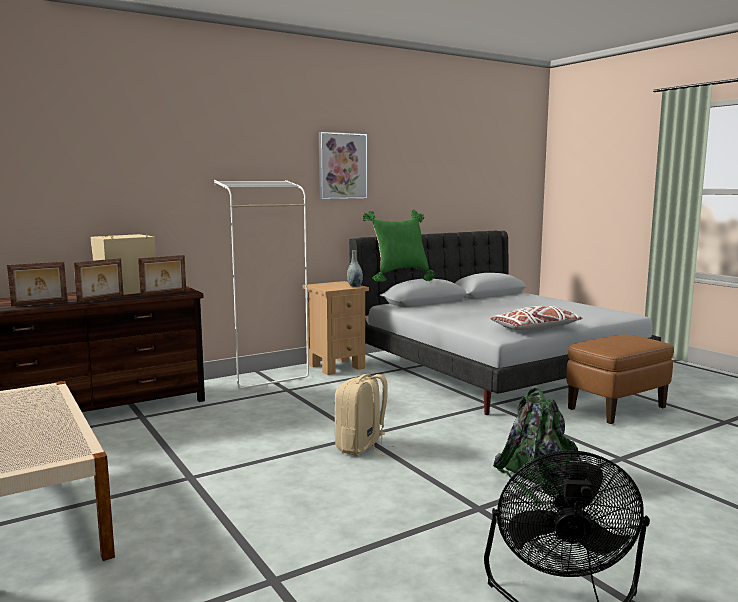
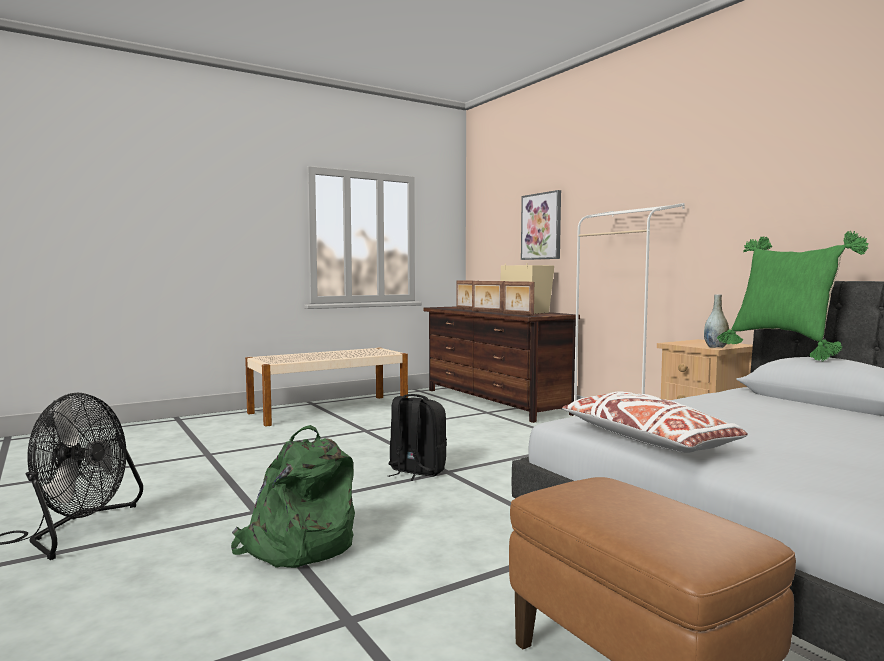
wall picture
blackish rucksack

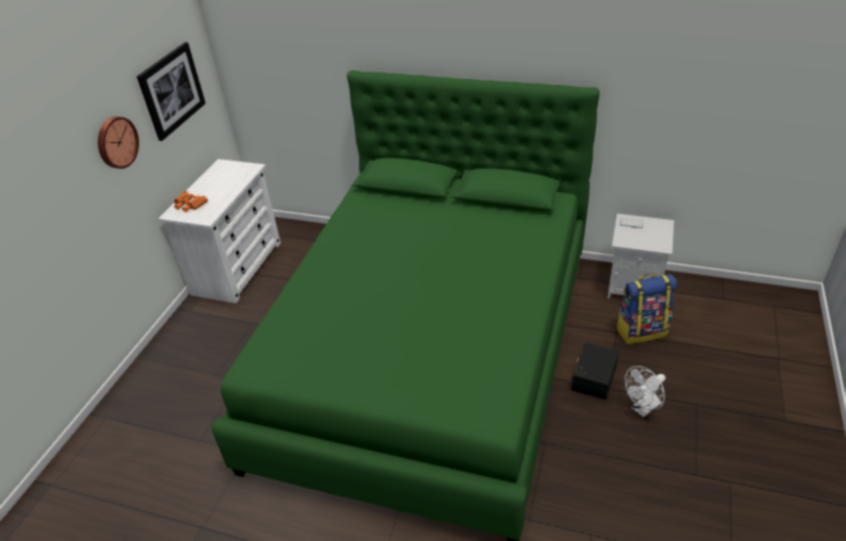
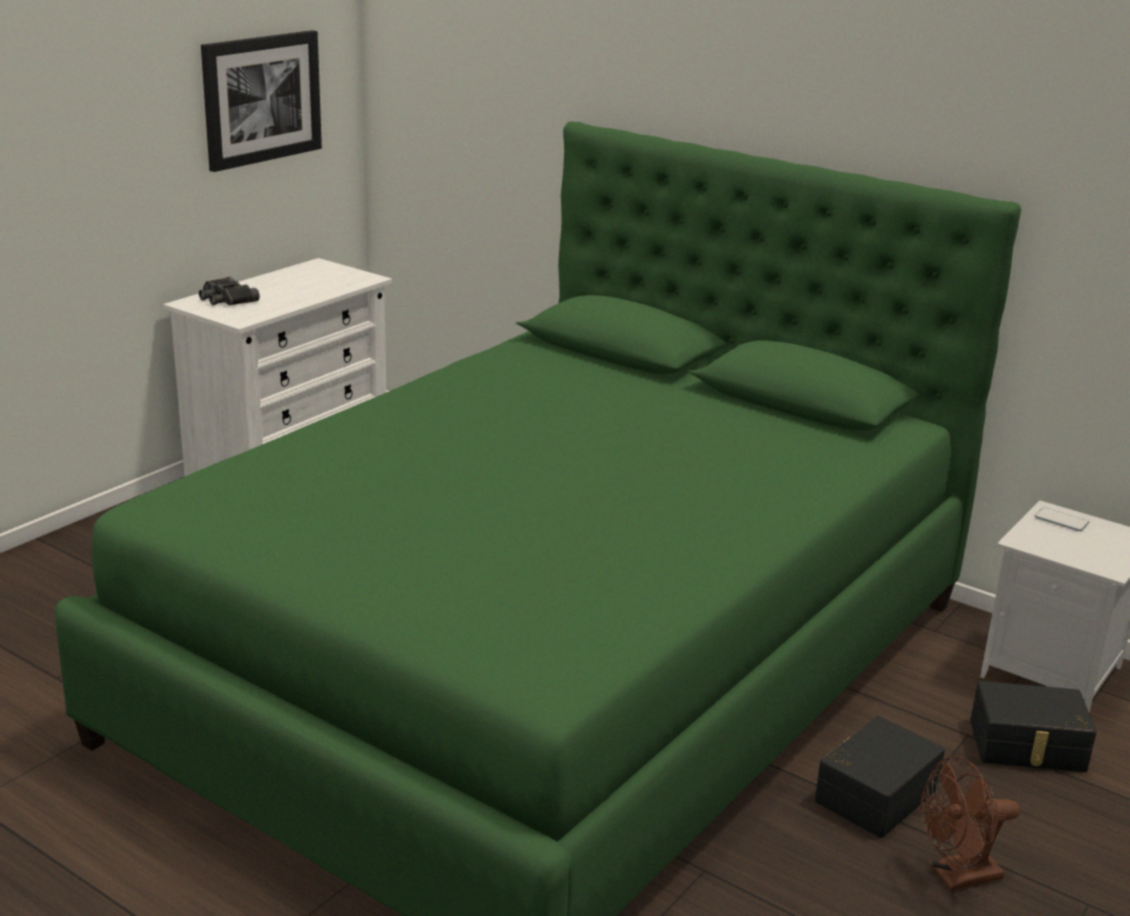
clock on the wall
blackish storage container (no. 2 from left)
blackish pair of binoculars
brown-coloured cooling fan

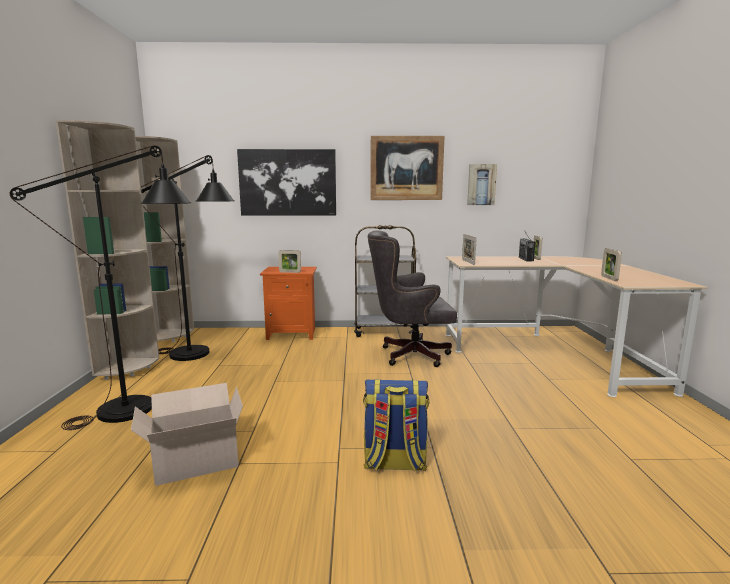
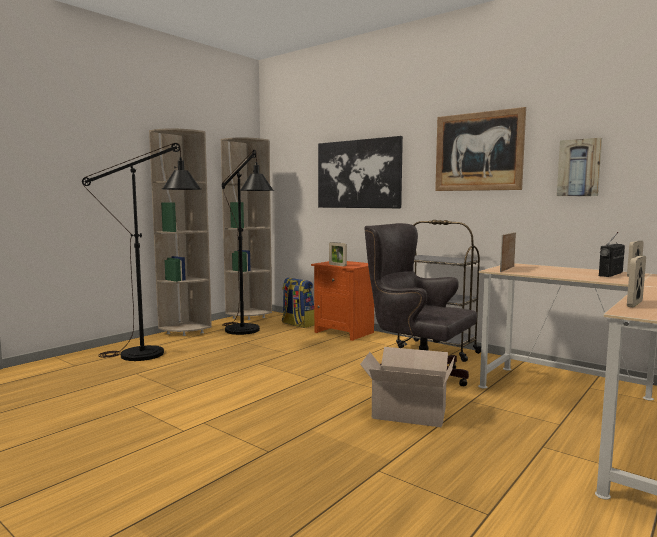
cardboard box
rucksack

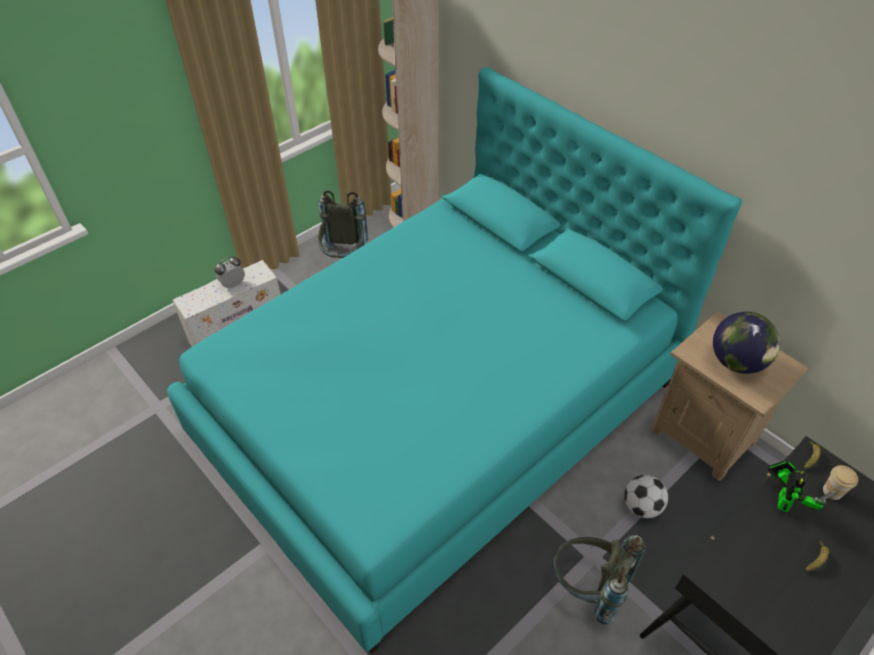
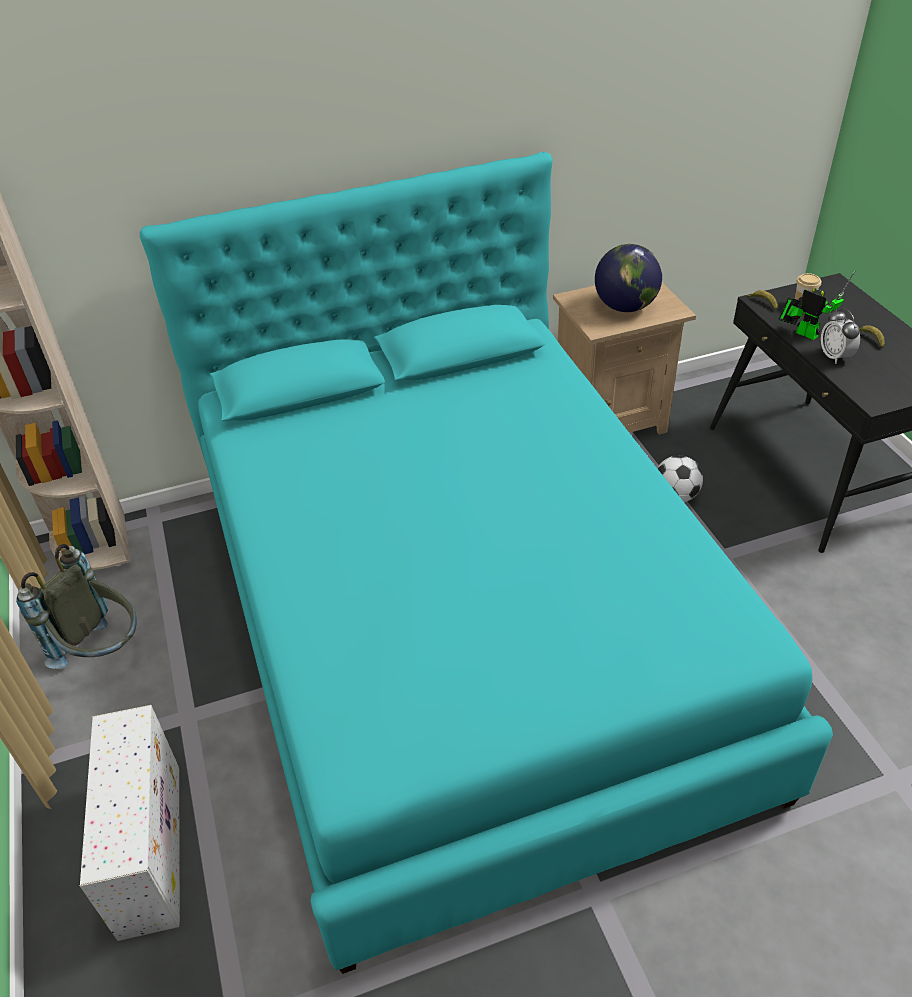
grey rucksack (no. 2 from left in the first image)
bedside clock

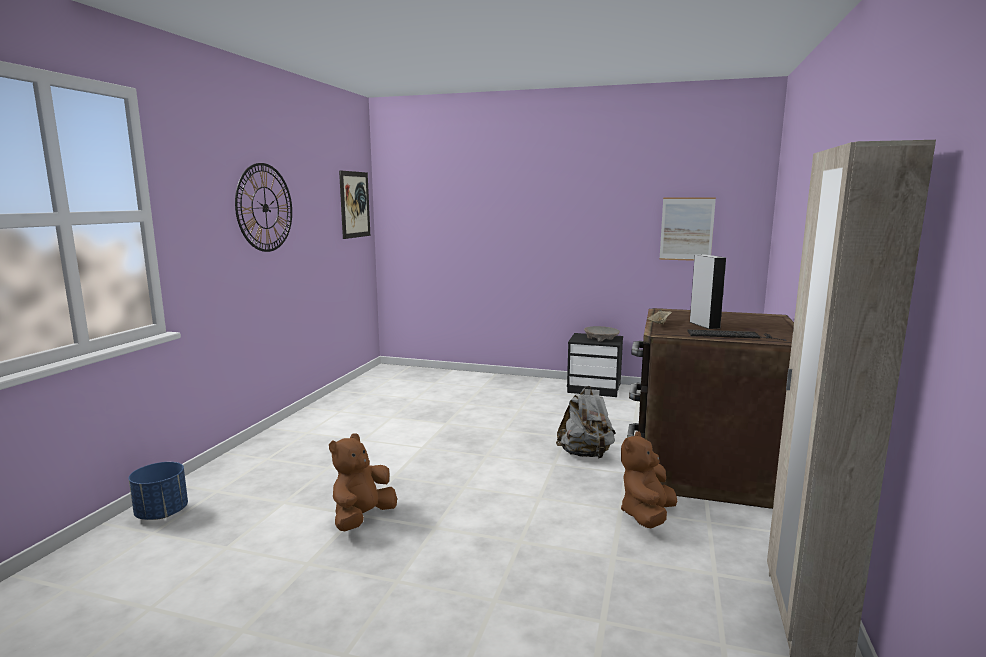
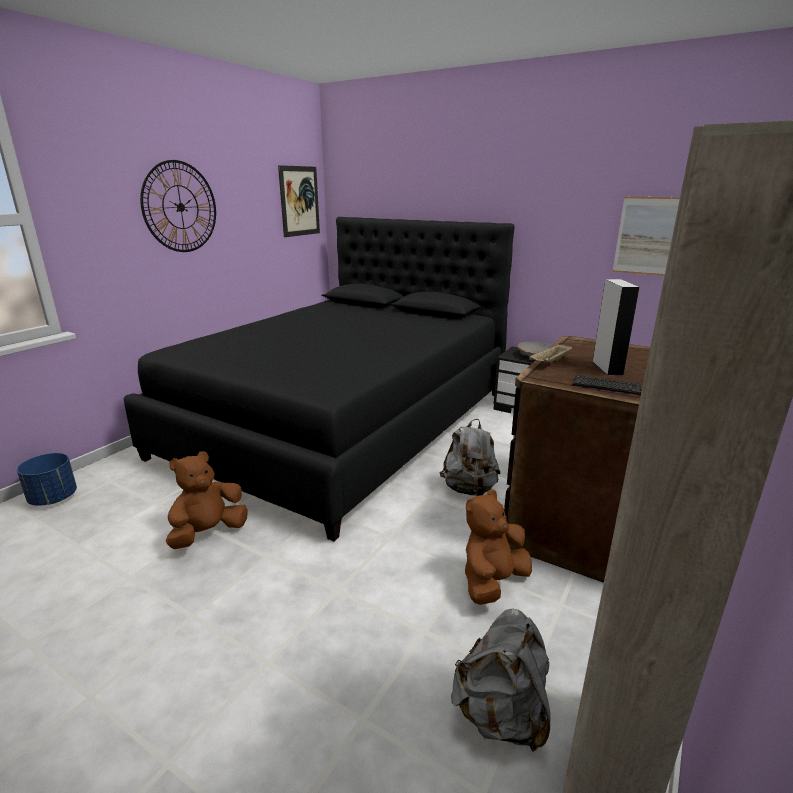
blackish bedroom bed
grey rucksack (no. 2 from left)

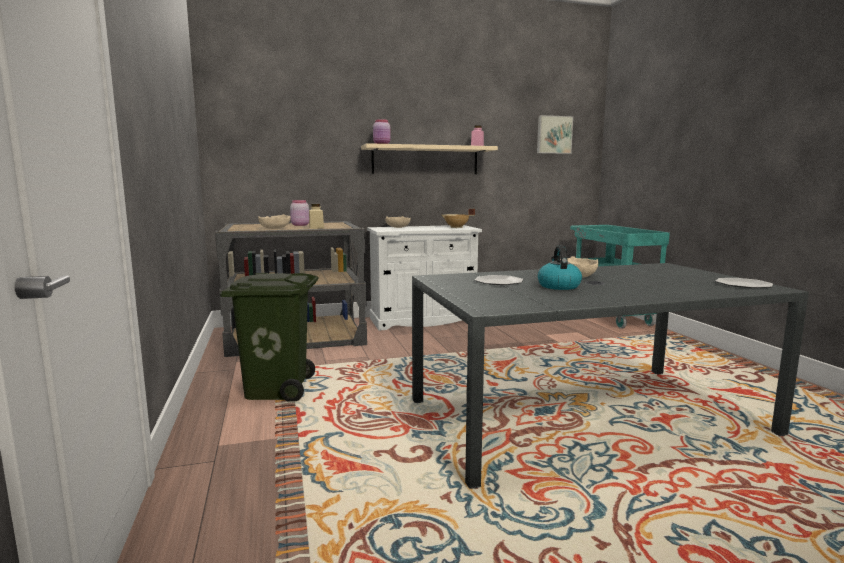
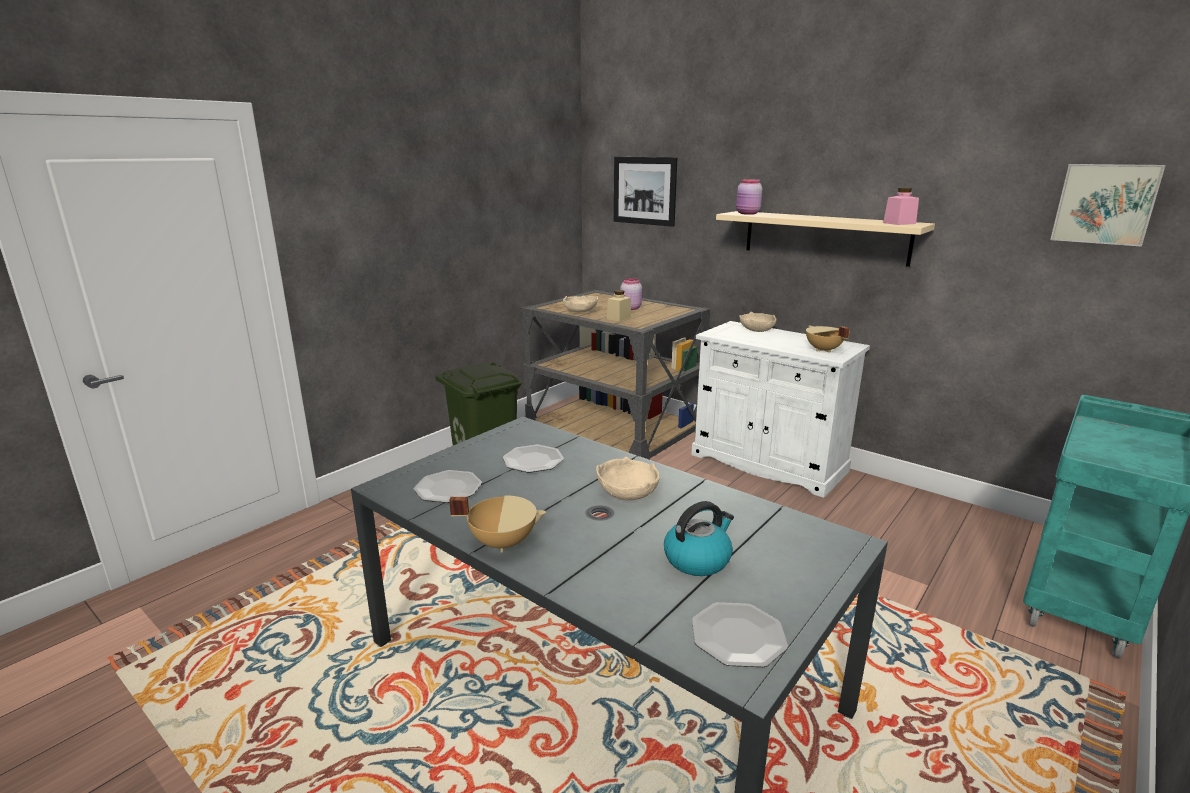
dinner plate (no. 1 from left)
beige saucepot (no. 1 from left)
wall picture (no. 1 from left)
kettle

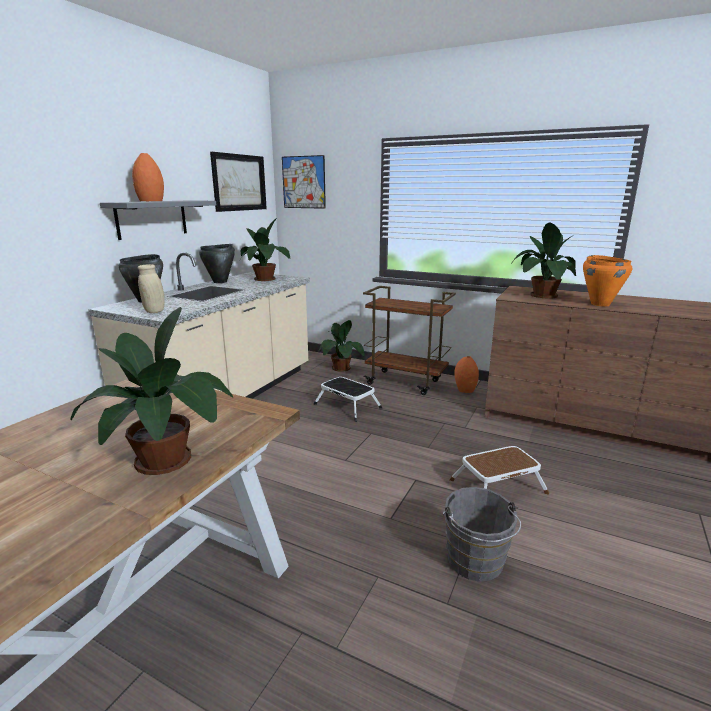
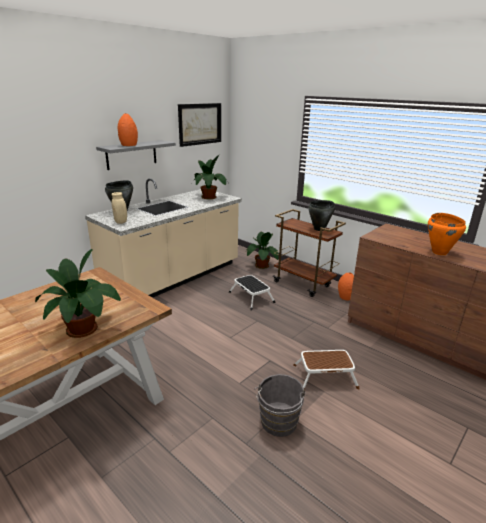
wall picture (no. 2 from left in the first image)
plant in a pot (no. 4 from left in the first image)
blackish saucepot (no. 2 from left)

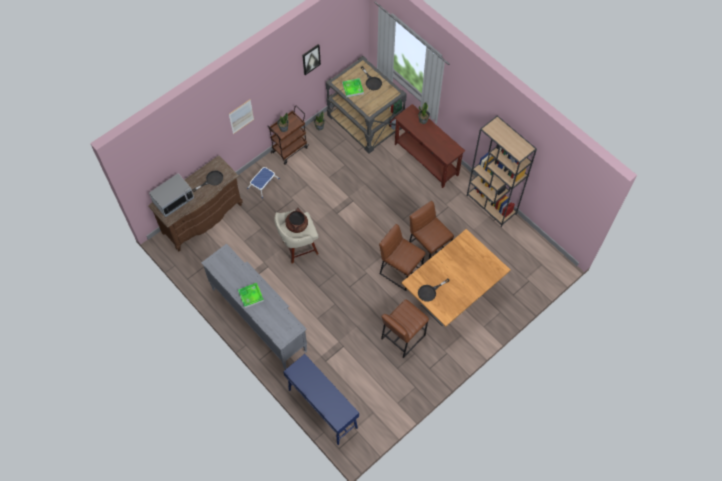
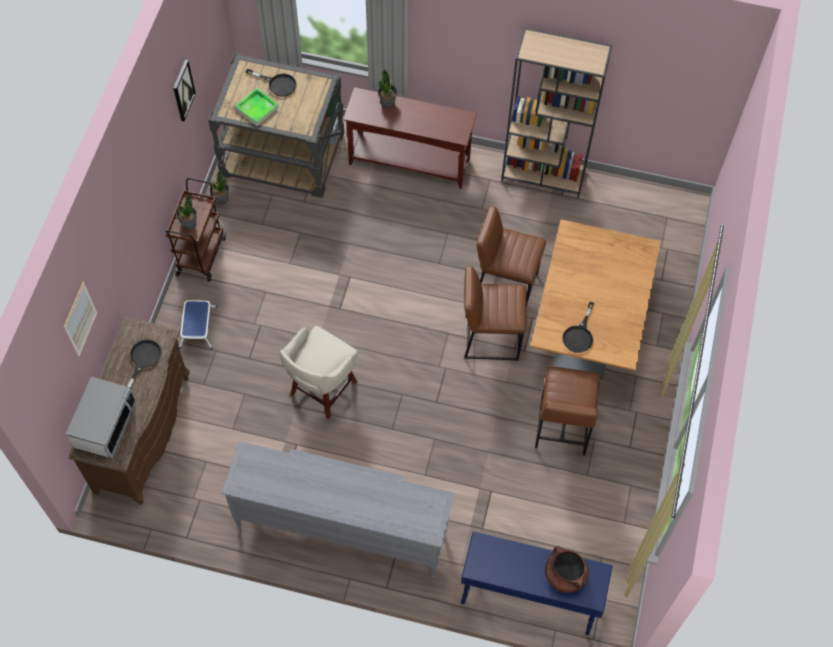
tray (no. 1 from left in the first image)
wall picture (no. 1 from left)
brown-coloured saucepot

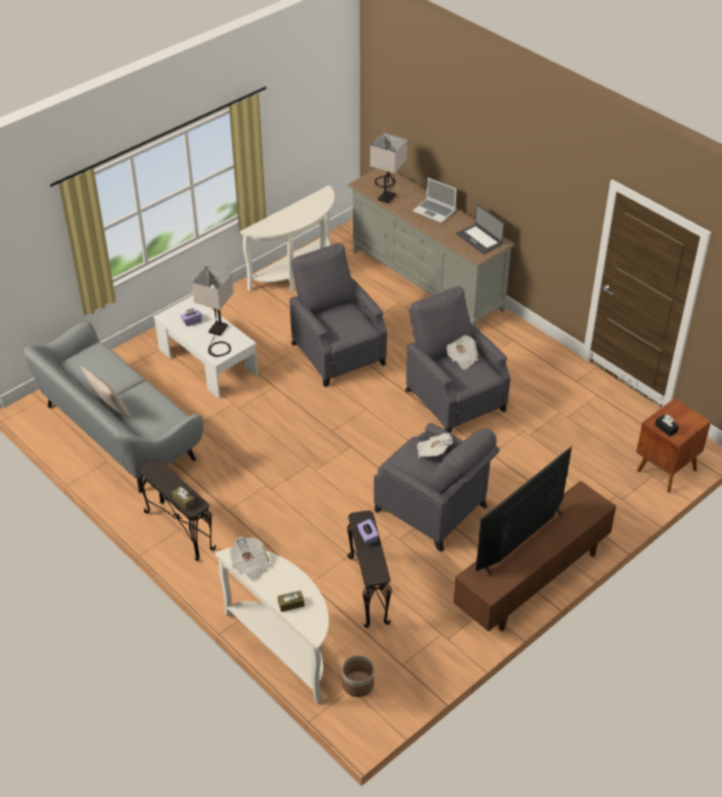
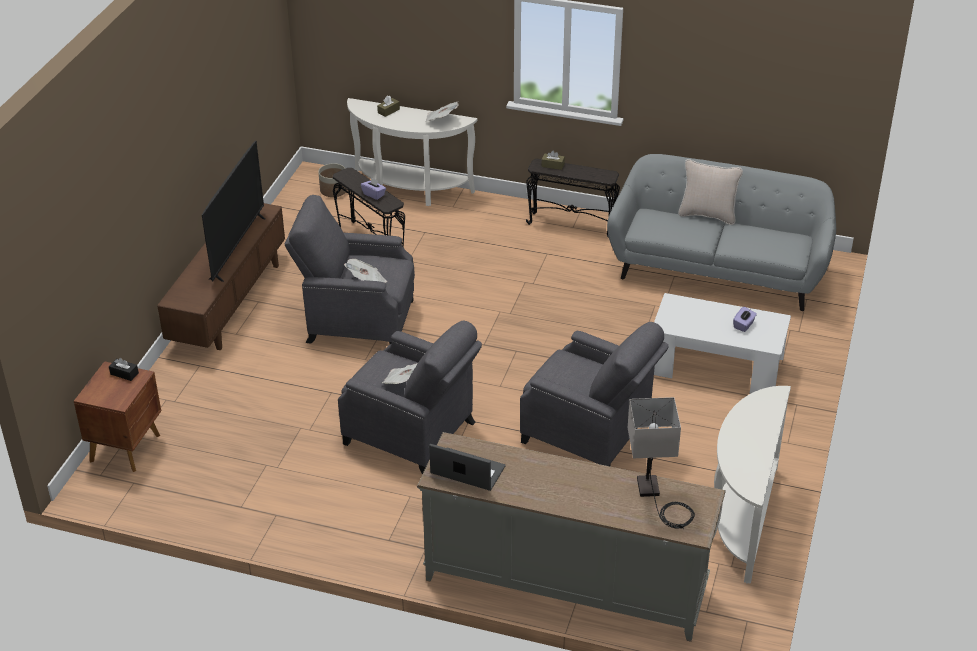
table lamp (no. 1 from left in the first image)
portable computer (no. 1 from left in the first image)

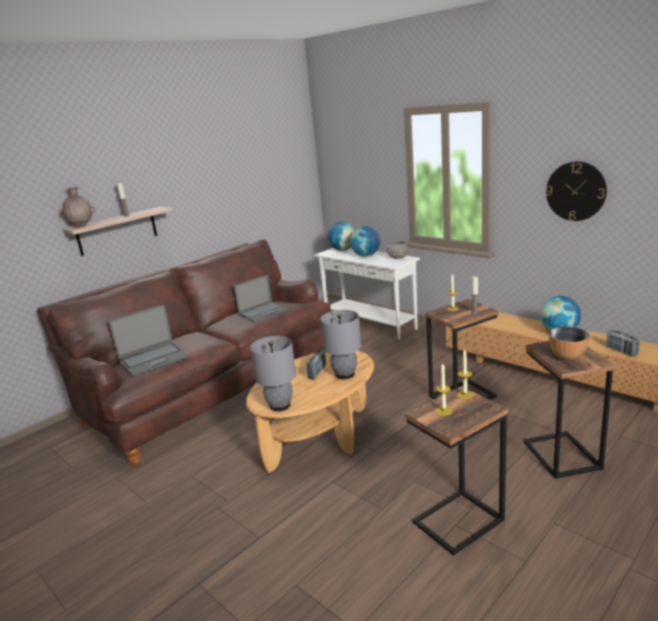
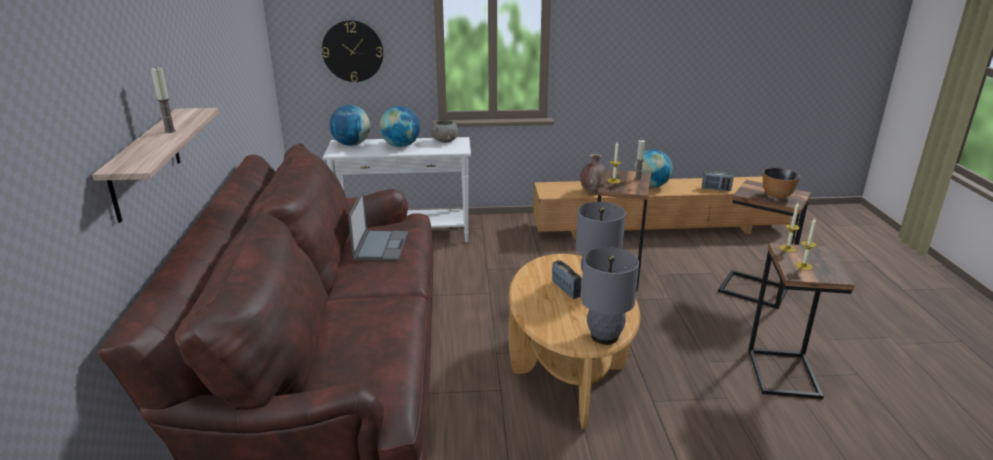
portable computer (no. 1 from left in the first image)
brown-coloured decorative vase
clock on the wall

